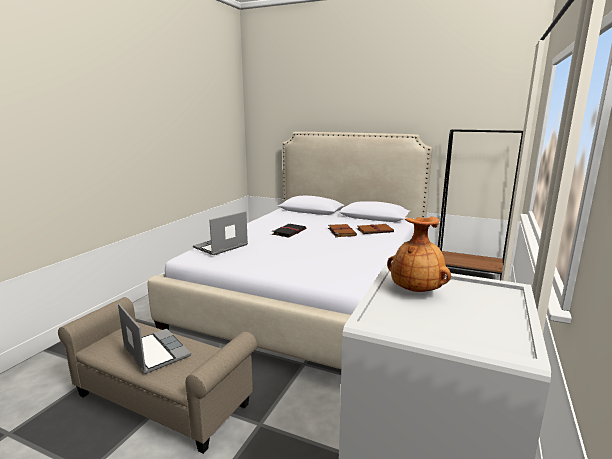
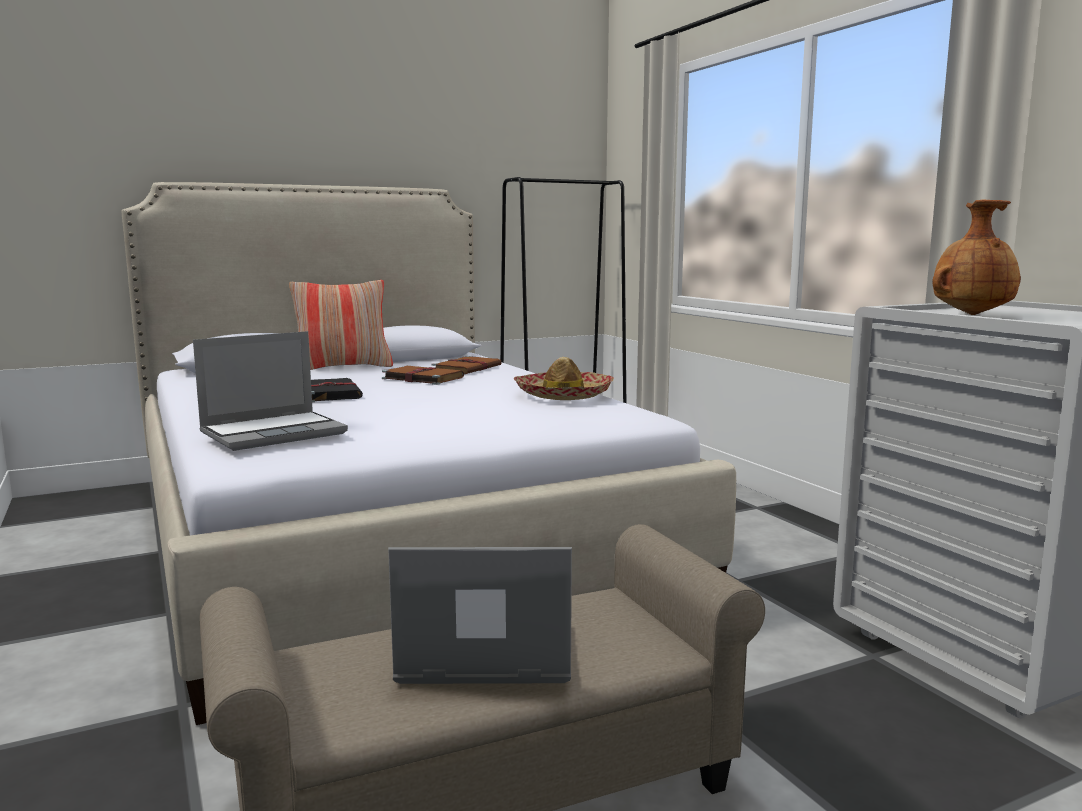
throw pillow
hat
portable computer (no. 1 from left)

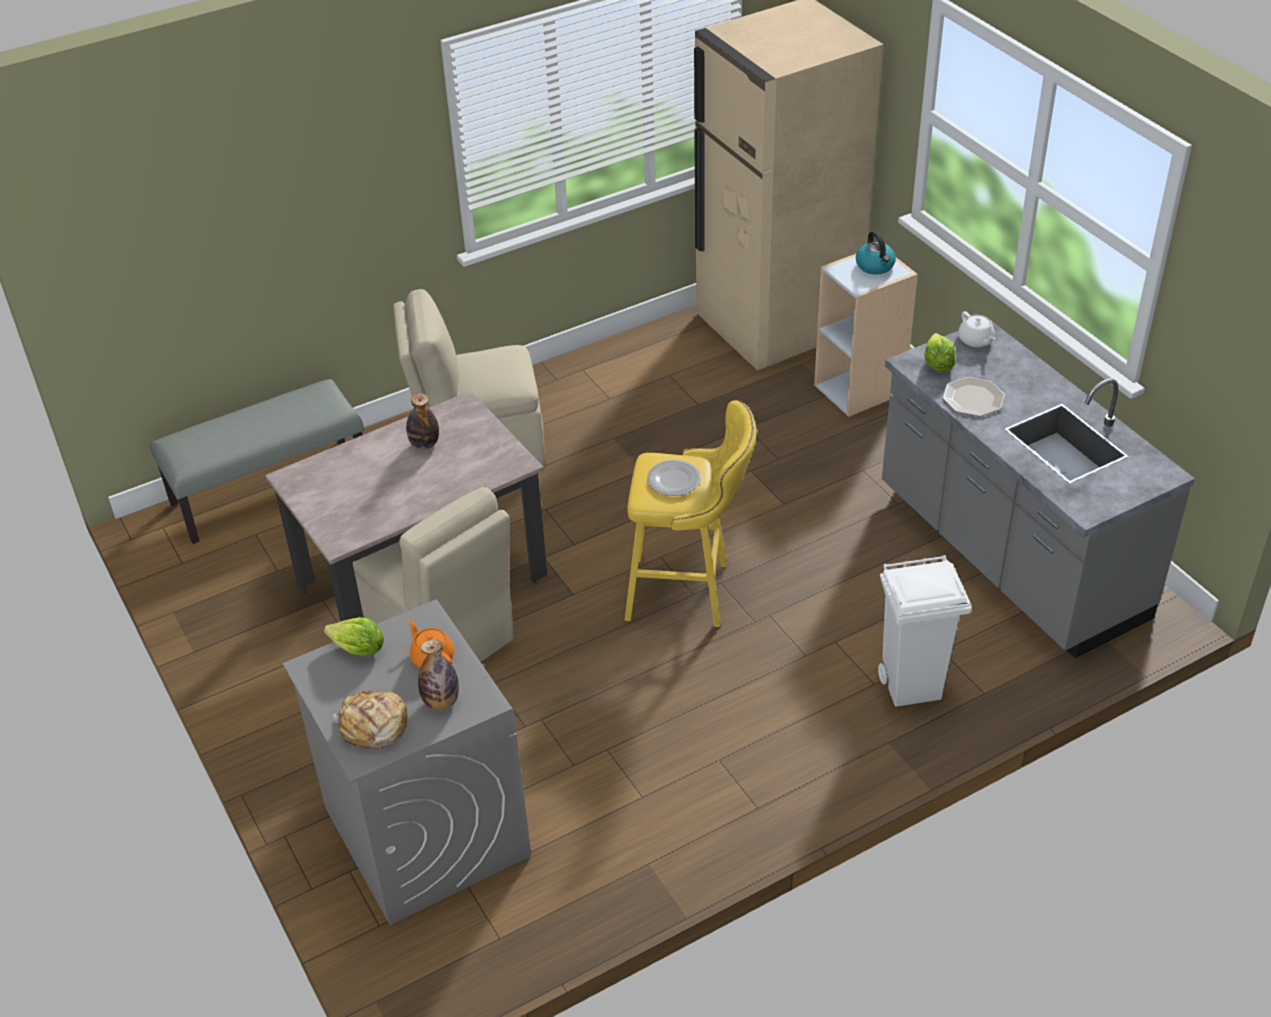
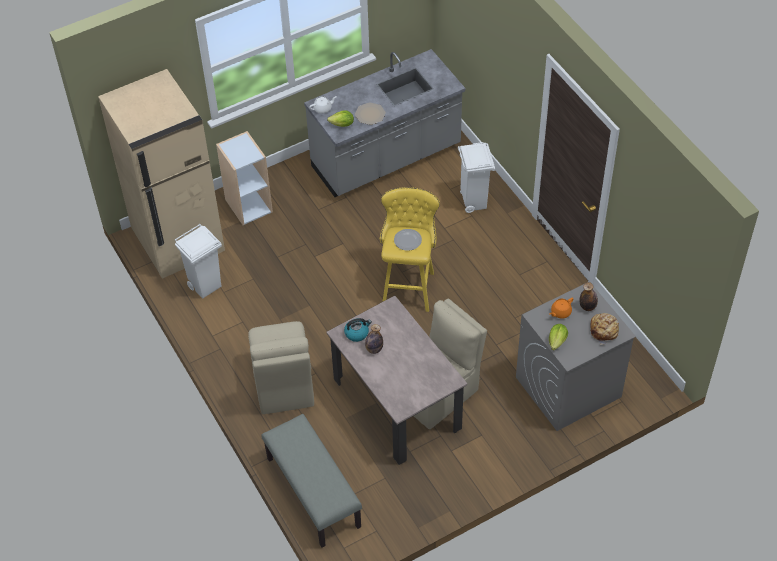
white trash can (no. 1 from left)
kettle

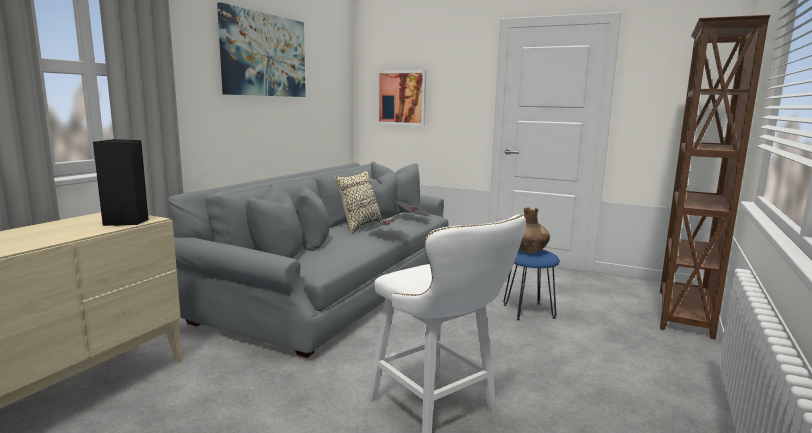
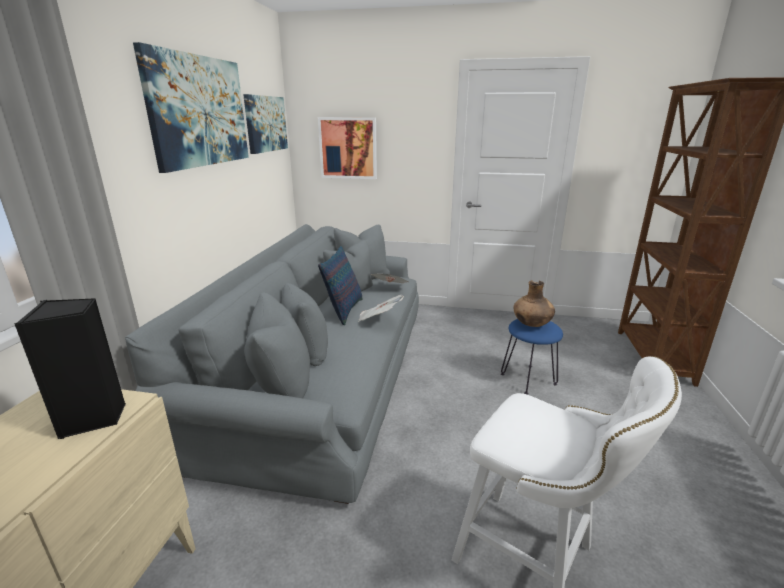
wall picture (no. 2 from left)
bluish throw pillow

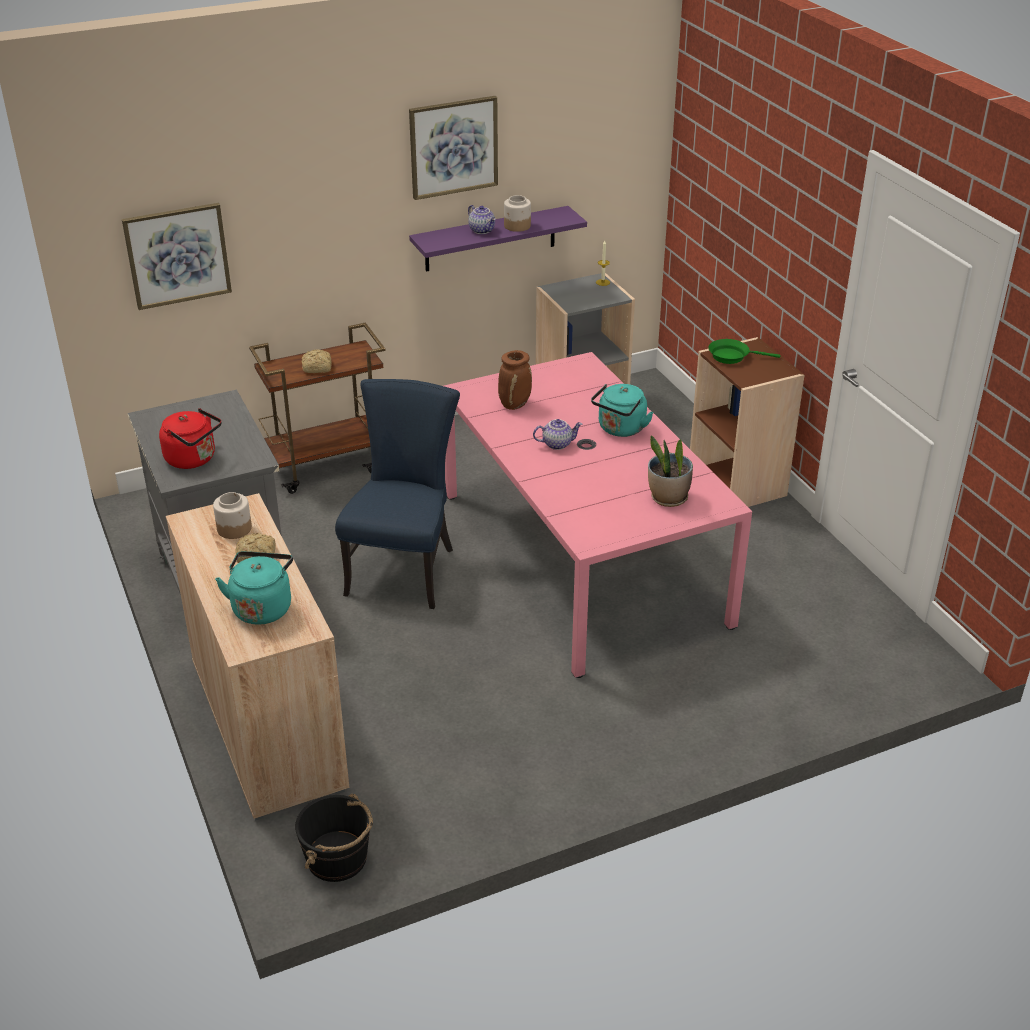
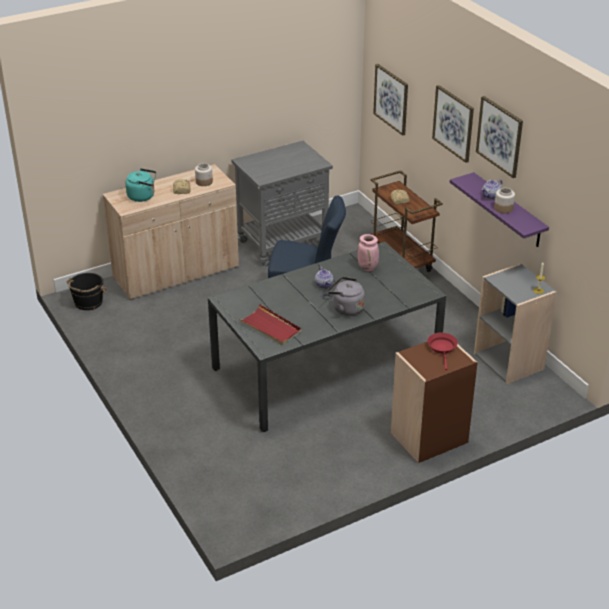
red kettle
wall picture (no. 2 from left)
red tray
grey kitchen table
pink-coloured decorative vase
grey kettle
red frying pan

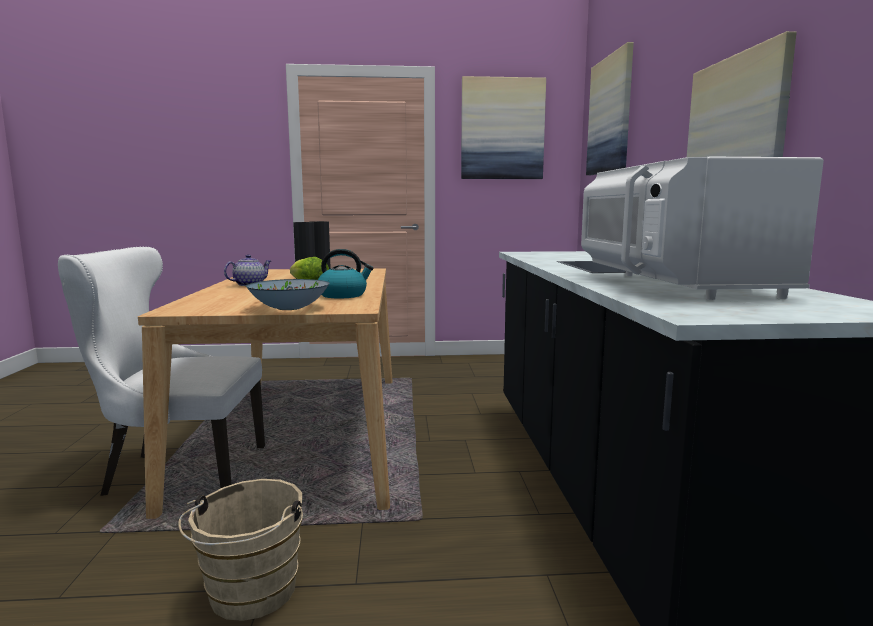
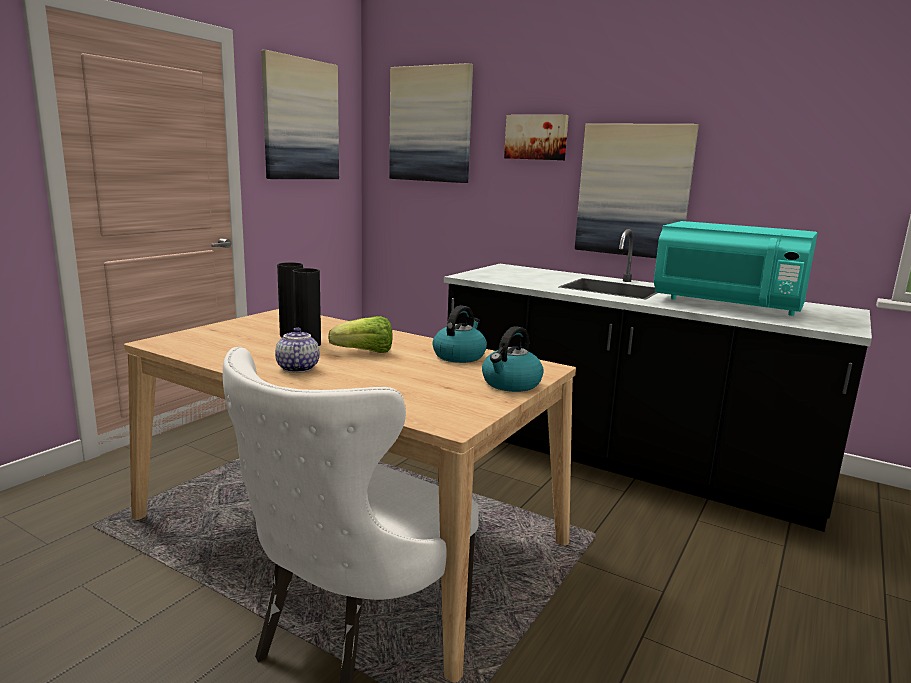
beige bucket
wall picture (no. 3 from left)
kettle (no. 2 from left)
turquoise-coloured microwave oven

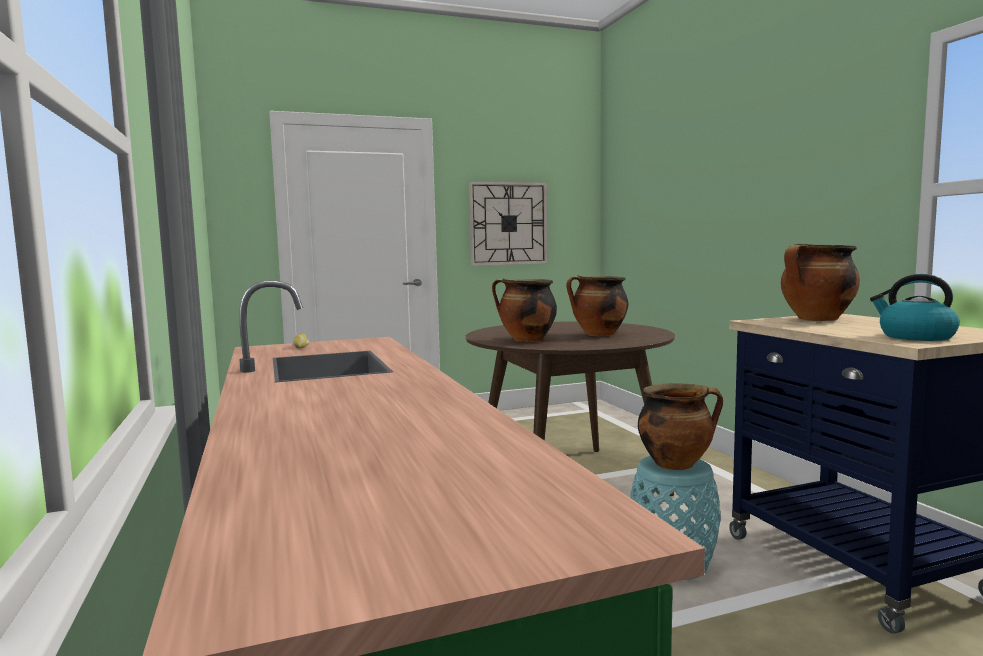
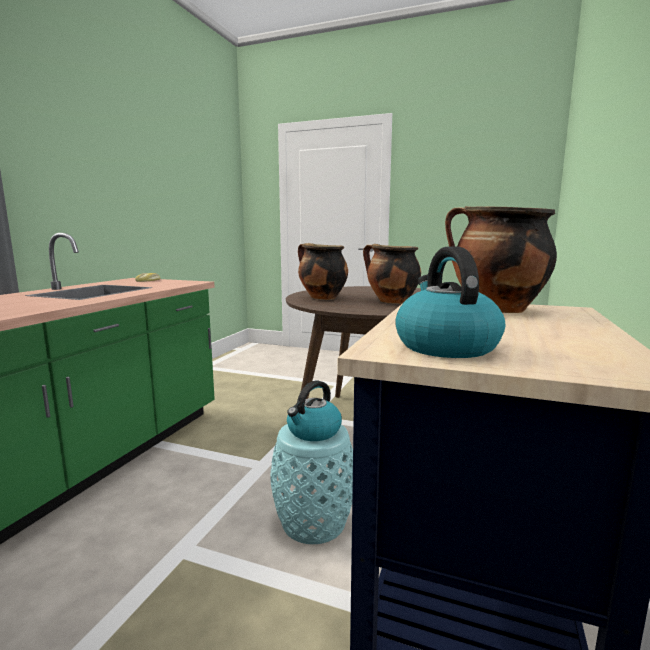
clock on the wall
kettle (no. 1 from left)

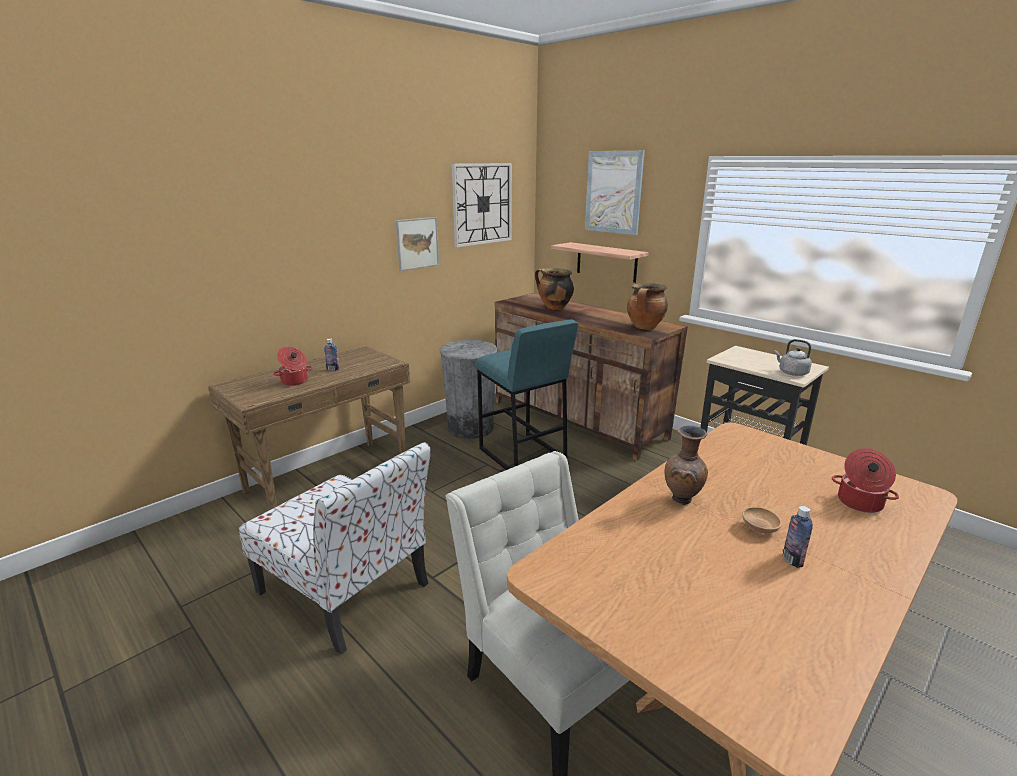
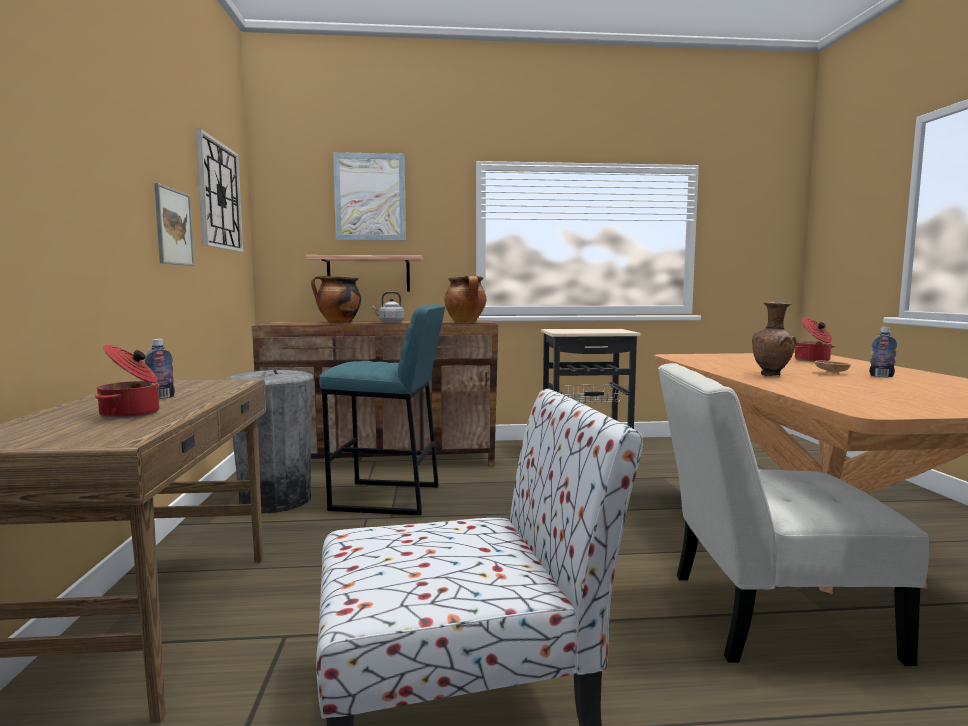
grey kettle

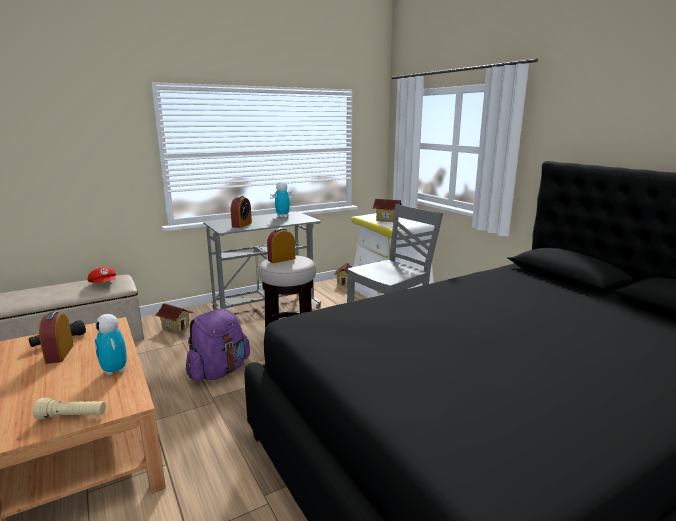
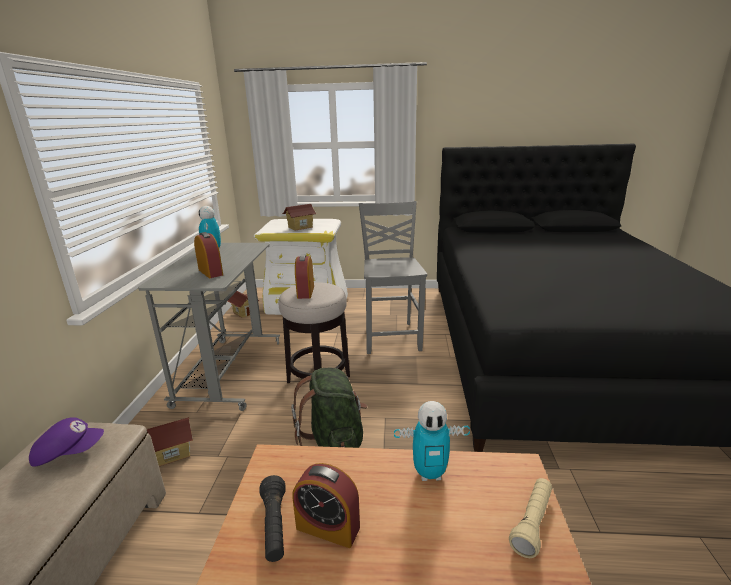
purple cap
green-coloured rucksack

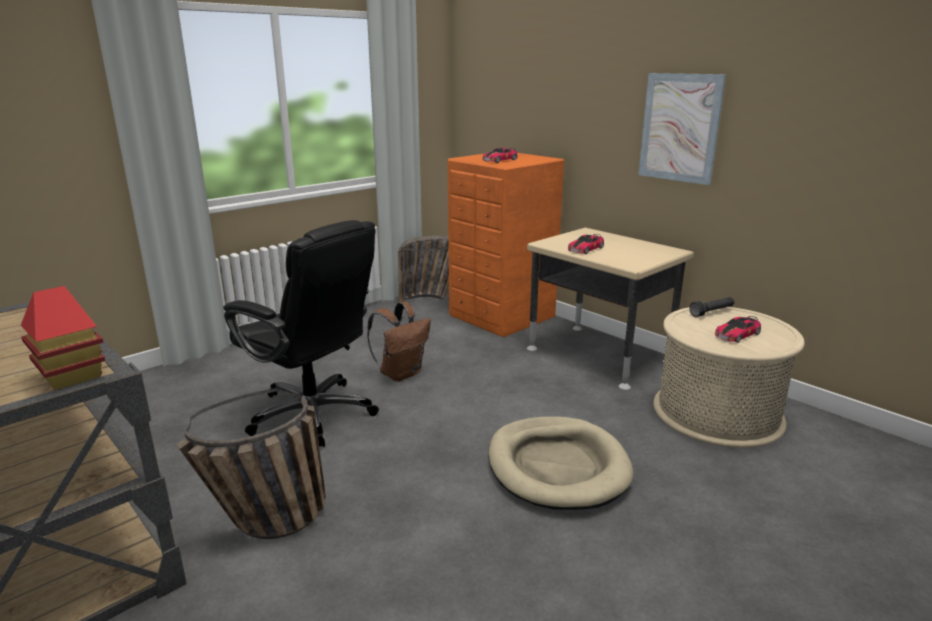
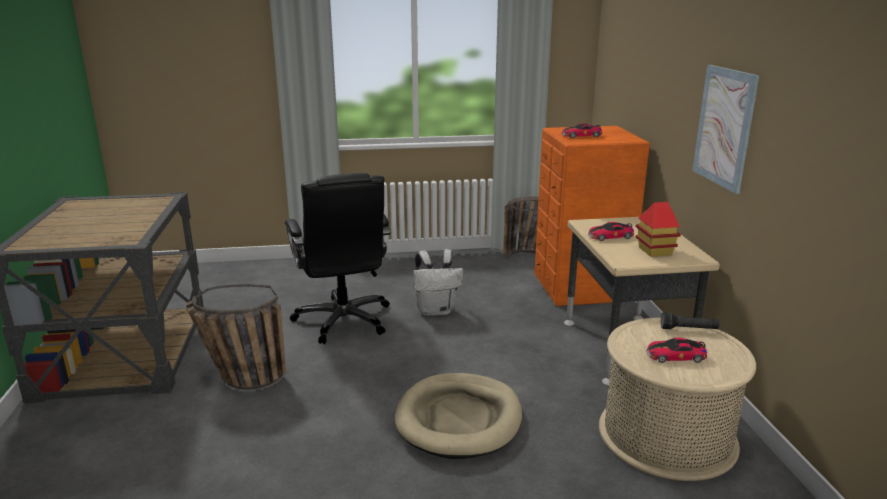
miniature house
white rucksack

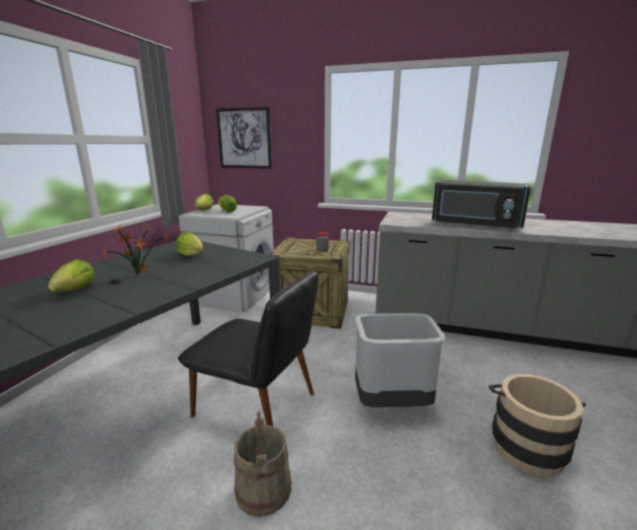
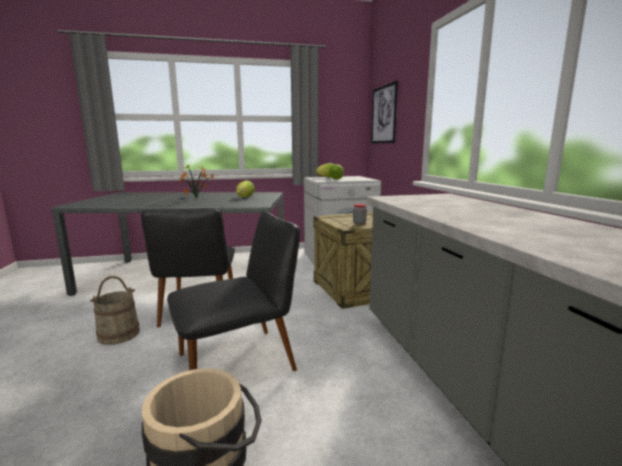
lettuce (no. 1 from left in the first image)
blackish microwave oven
blackish chair (no. 2 from left)

